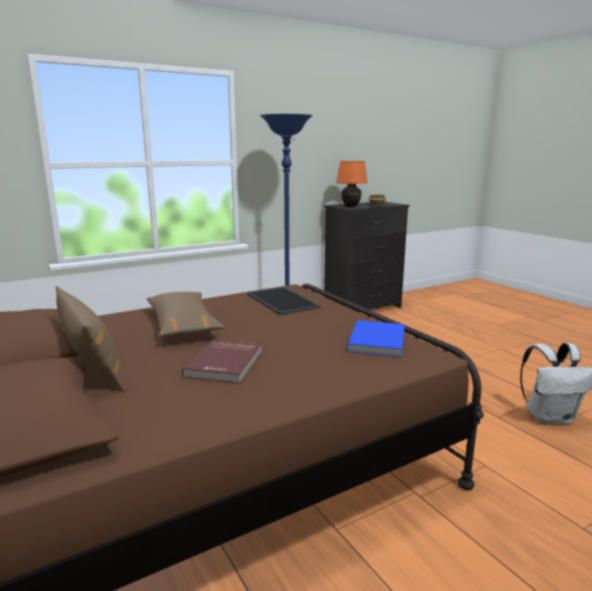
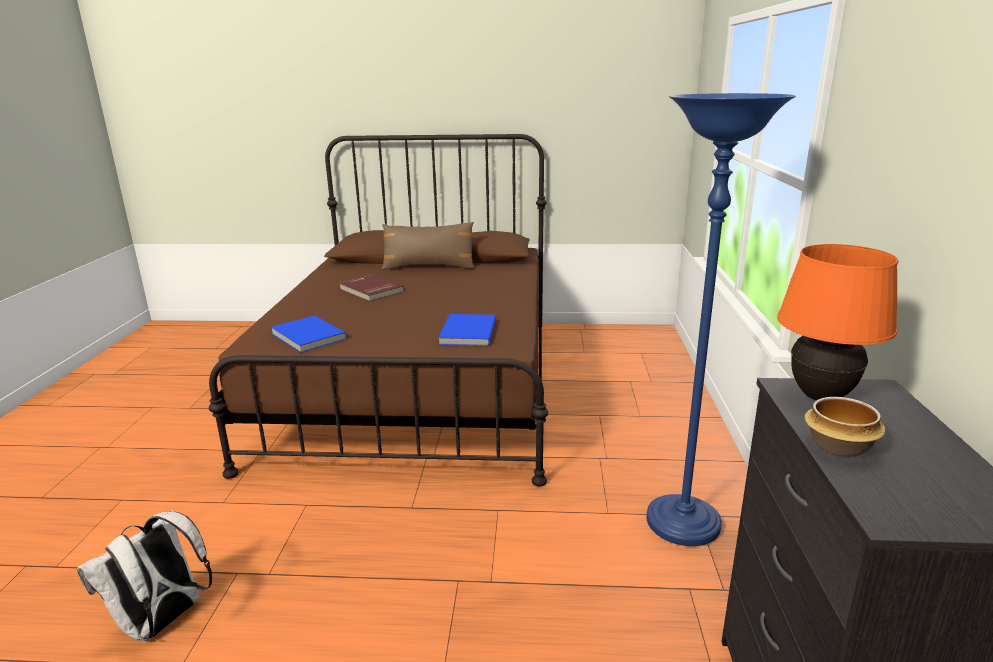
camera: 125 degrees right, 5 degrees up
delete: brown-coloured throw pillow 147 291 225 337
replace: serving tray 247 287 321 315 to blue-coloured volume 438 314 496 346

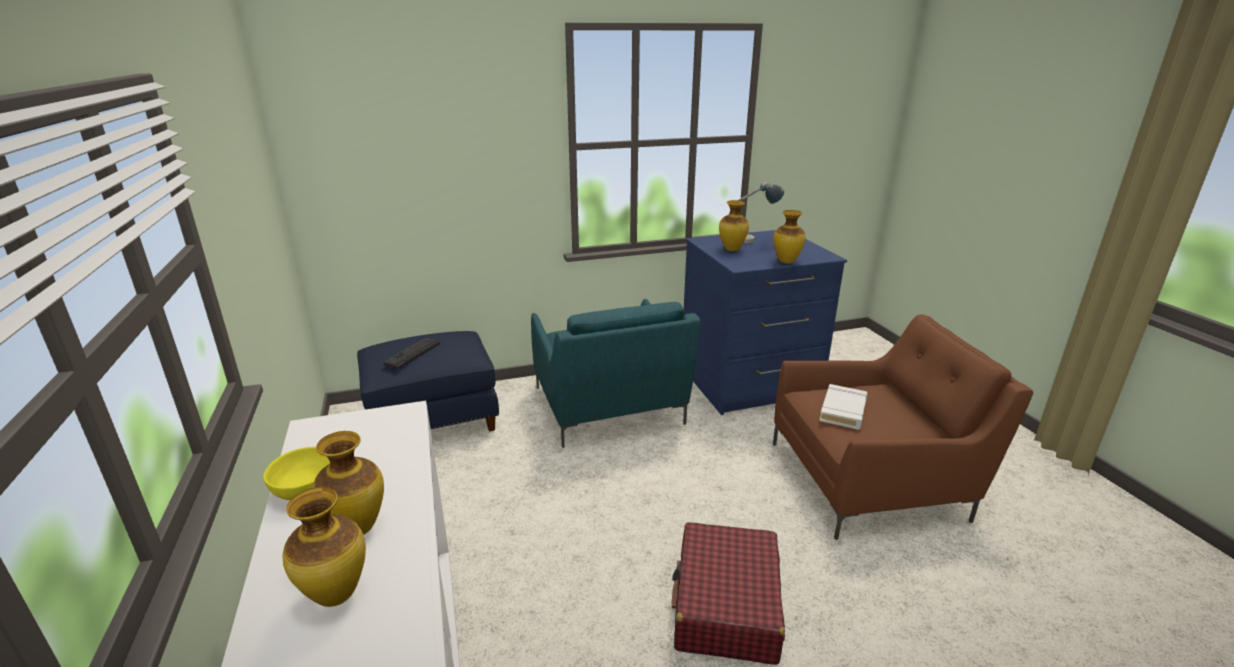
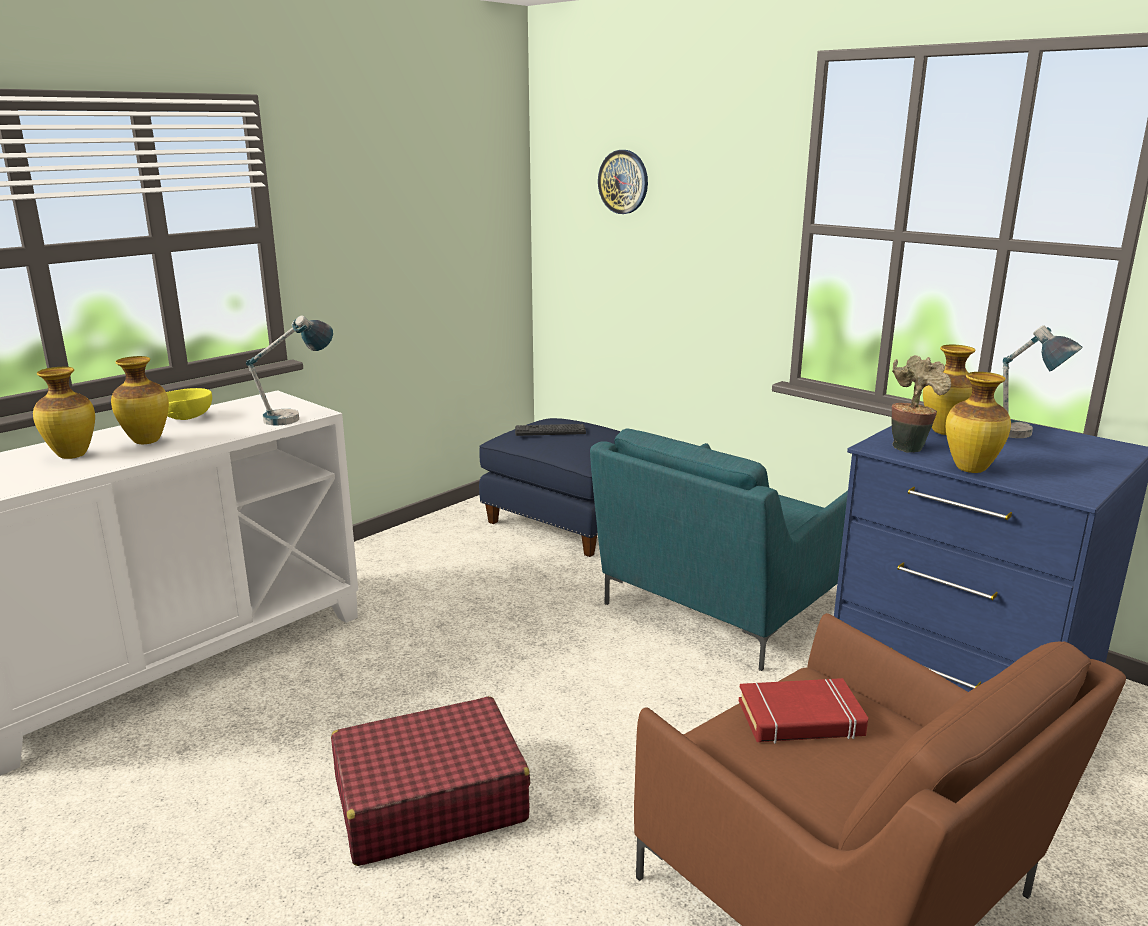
camera: 60 degrees right, 5 degrees down
insert: lamp for a table 246 315 333 425; clock on the wall 598 150 648 214; houseplant 891 355 951 452
recolor: whitish volume 819 384 868 430 to red-coloured volume 739 678 868 744

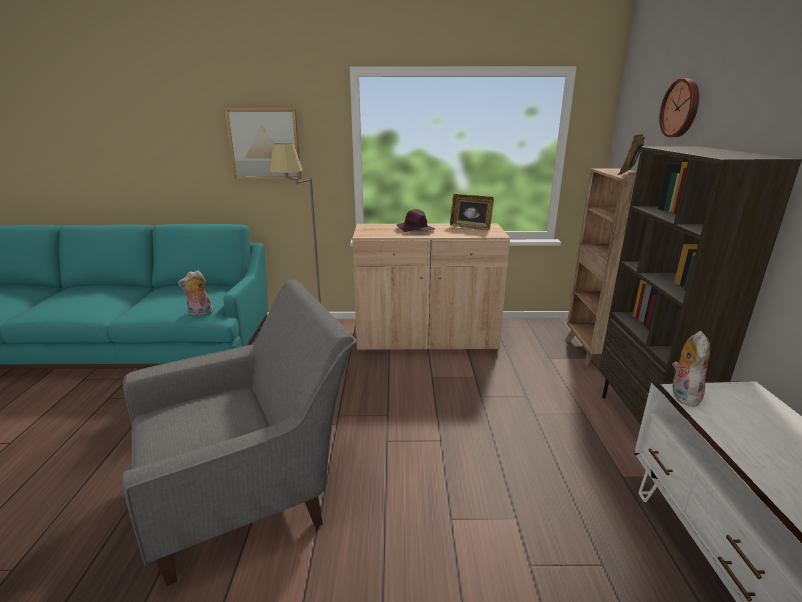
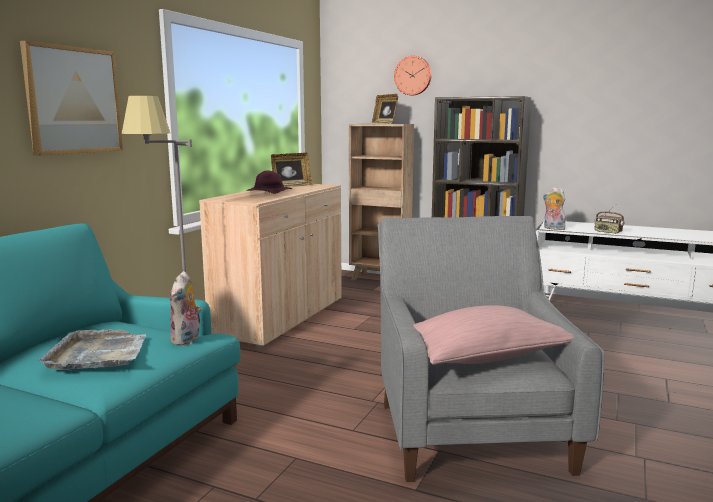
camera: 65 degrees left, 10 degrees down
insert: greyish serving tray 38 329 146 370; pinkish throw pillow 413 305 574 365; radio receiver 594 204 624 234

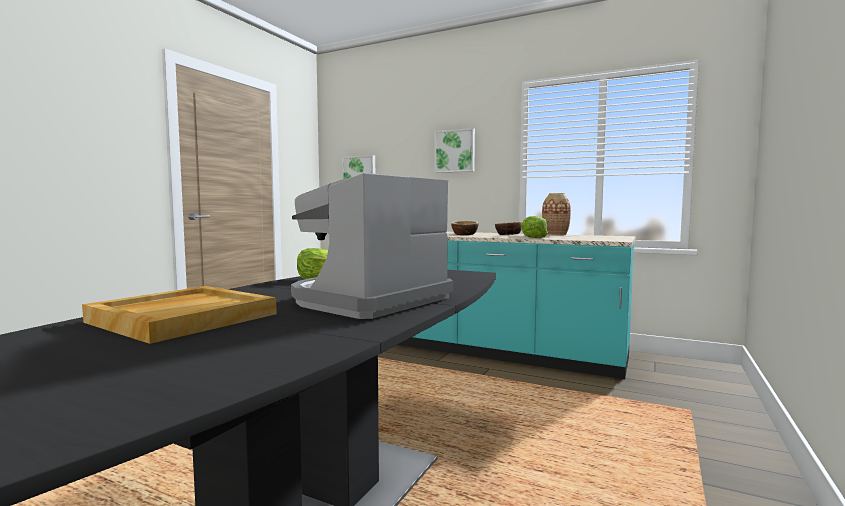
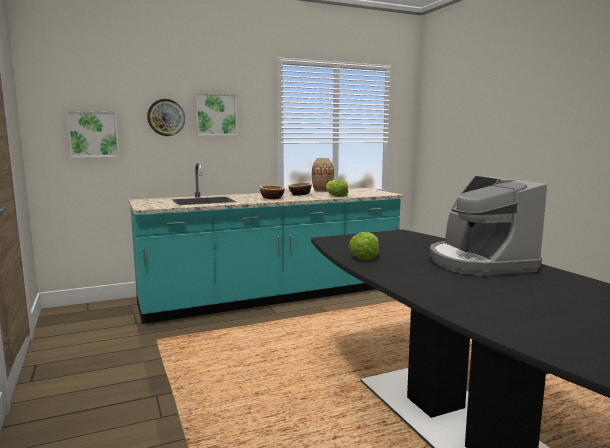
camera: 50 degrees left, 5 degrees up
delete: beige-coloured serving tray 82 286 277 344
insert: clock on the wall 147 99 185 136

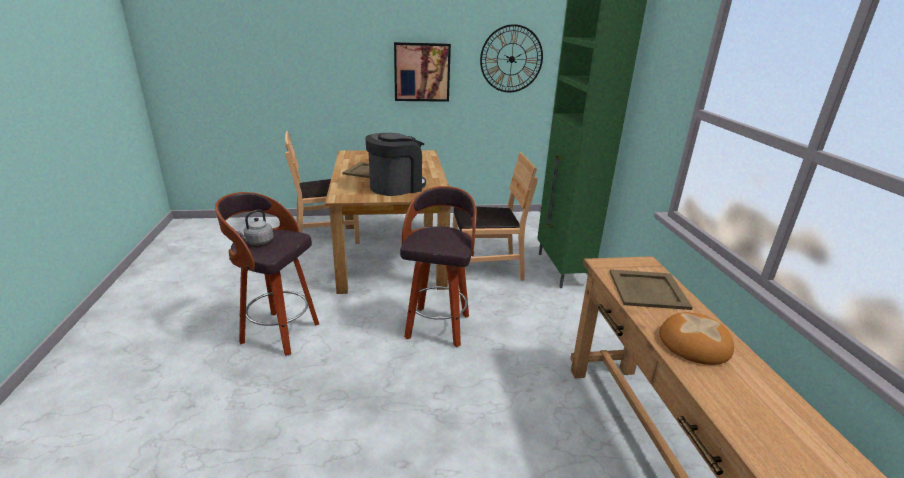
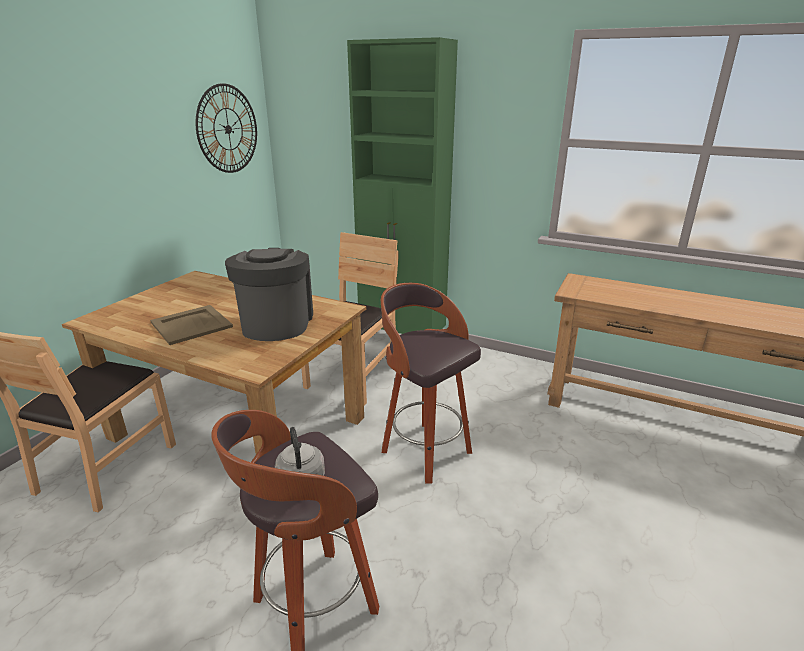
camera: 55 degrees left, 0 degrees up
delete: wall picture 394 42 451 102; beige-coloured serving tray 610 269 693 310; baked bread 659 312 734 365

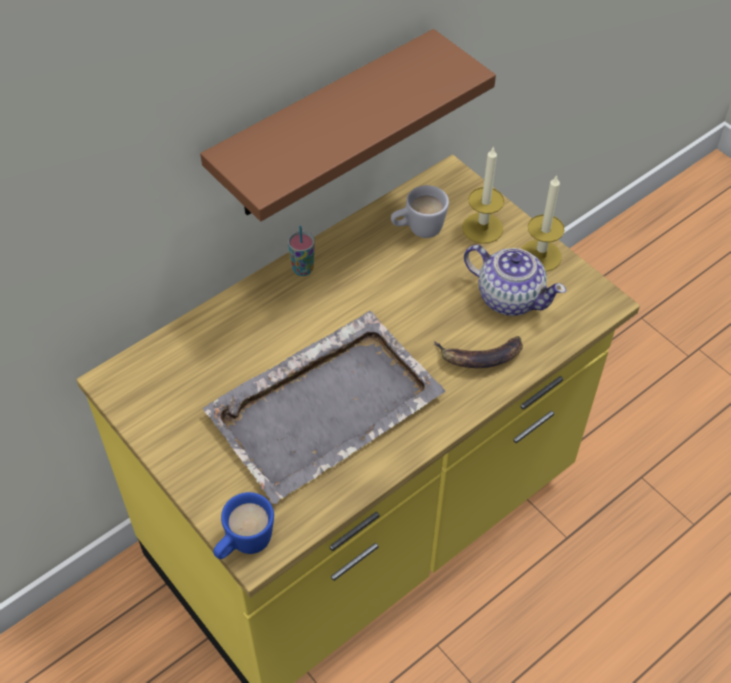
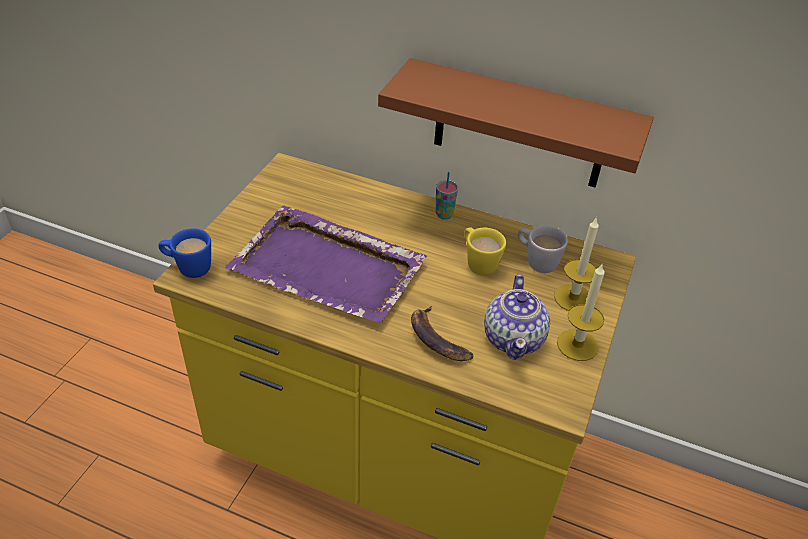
camera: 60 degrees right, 10 degrees down
insert: yellow-coloured tea mug 464 227 506 276
recolor: greyish serving tray 203 311 445 504 to purple-coloured serving tray 225 206 427 324

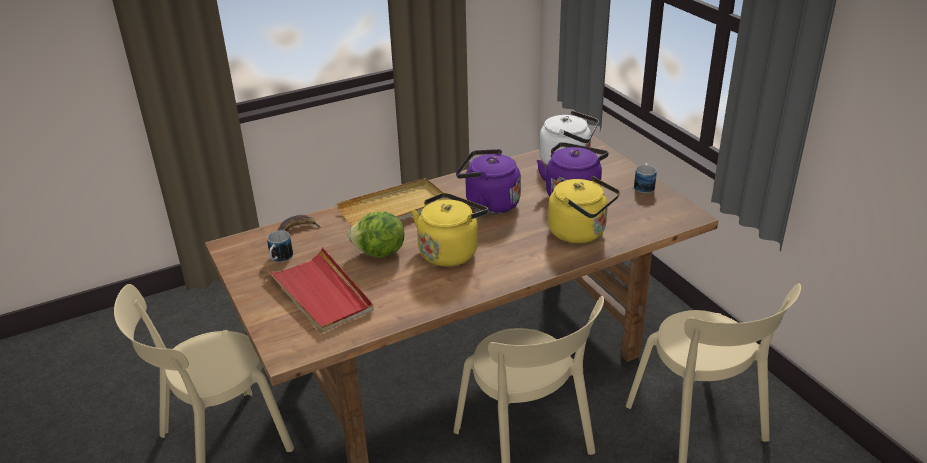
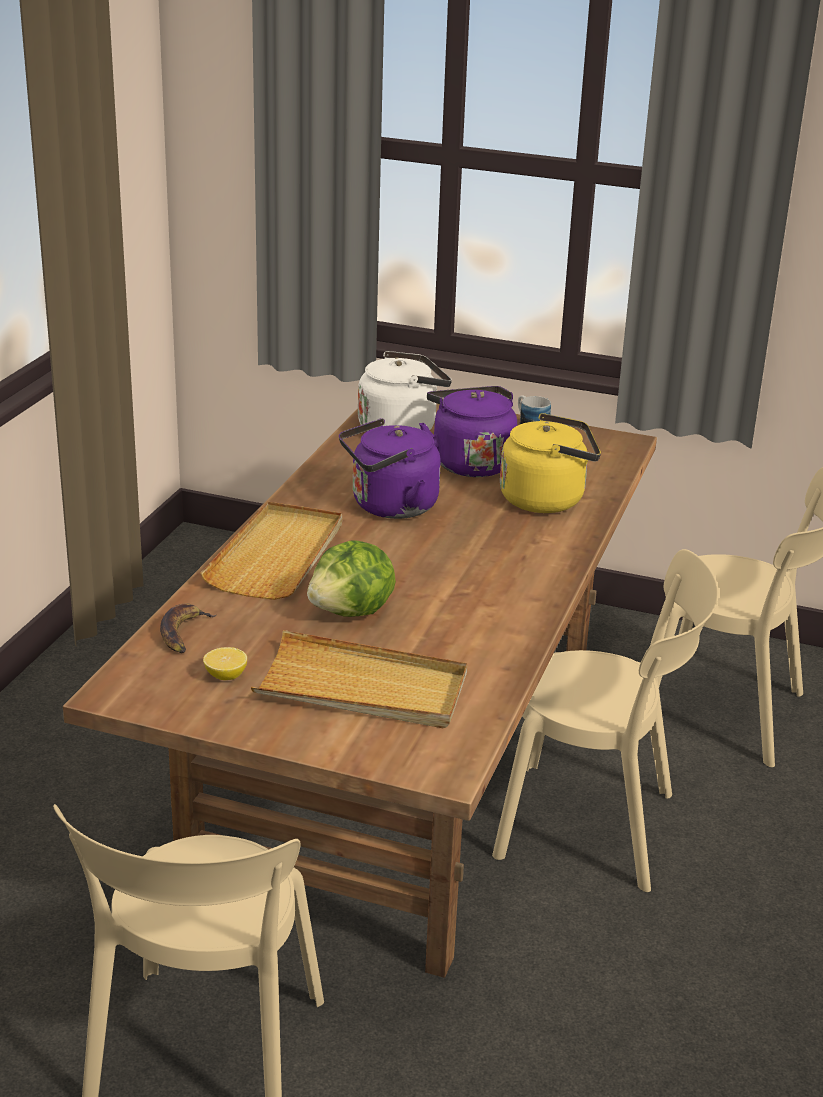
camera: 45 degrees left, 5 degrees down
delete: yellow-coloured kettle 412 193 488 267
replace: tea mug 267 230 293 262 to whole lemon 203 647 247 680
recolor: red-coloured serving tray 266 247 374 333 to beige-coloured serving tray 251 630 468 728

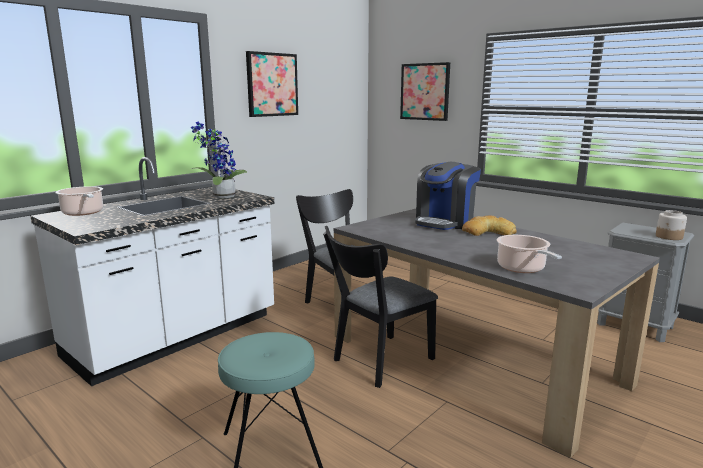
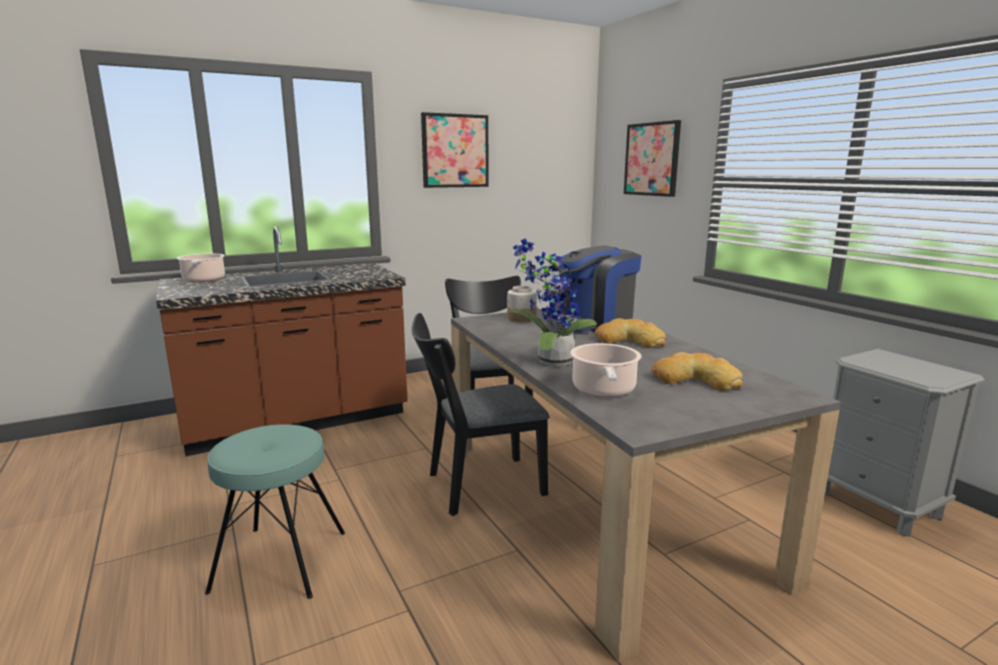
camera: 20 degrees right, 0 degrees up
insert: baked bread 651 352 743 391
move: houseplant 191 121 247 198 to 507 238 597 367; jar 656 210 687 240 to 507 286 537 322
recolor: whitish kitchen counter 30 157 274 386 to brown-coloured kitchen counter 156 226 408 457

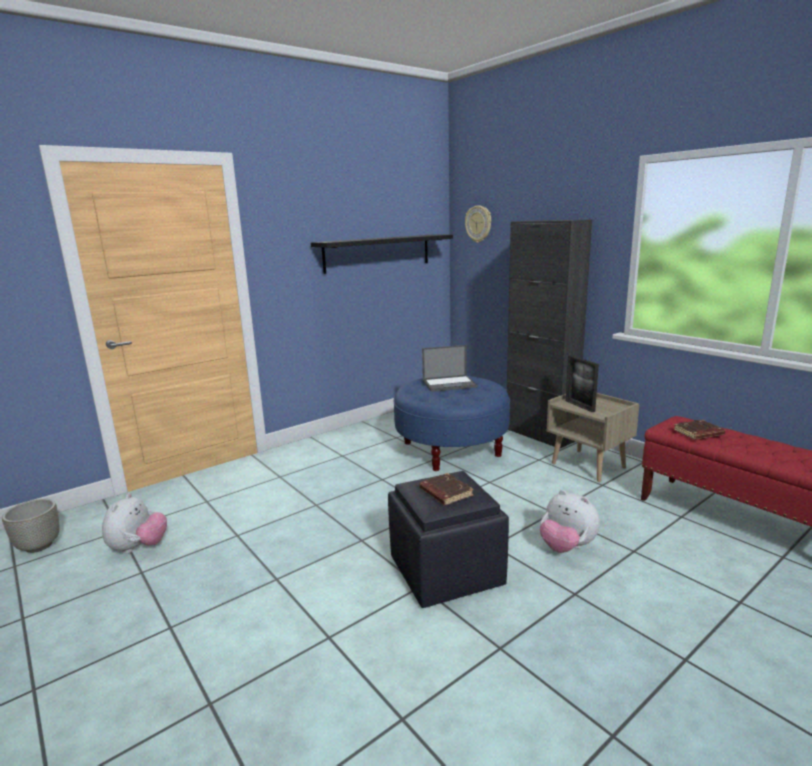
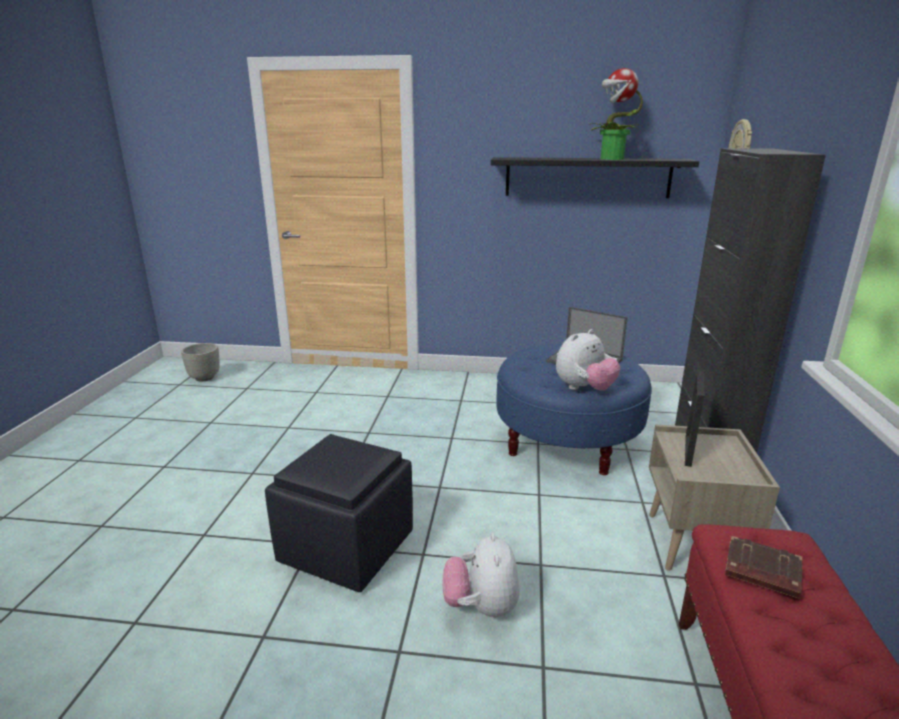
camera: 45 degrees right, 5 degrees up
delete: brown-coloured volume 420 473 474 505
insert: houseplant 588 68 643 160
move: soft toy 102 493 167 554 to 556 329 620 391

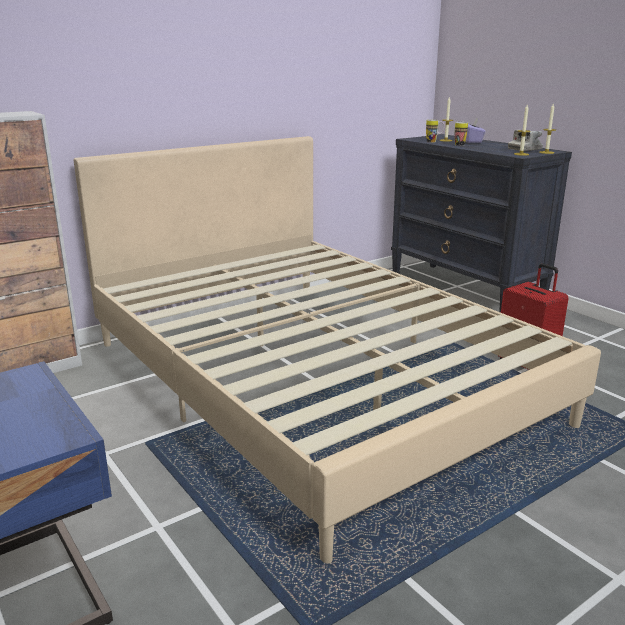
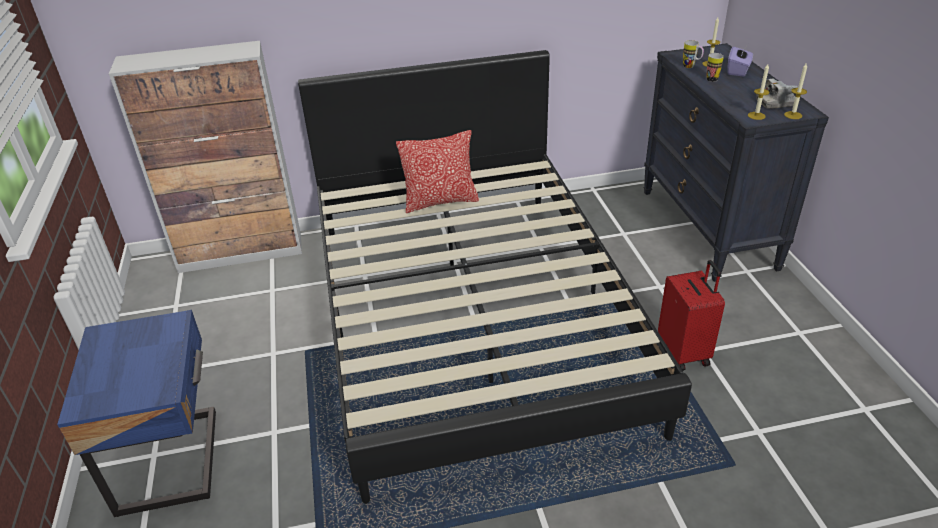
camera: 25 degrees right, 15 degrees up
insert: throw pillow 396 130 479 213
recolor: beige-coloured bedroom bed 74 136 601 564 to black-coloured bedroom bed 298 50 692 504

